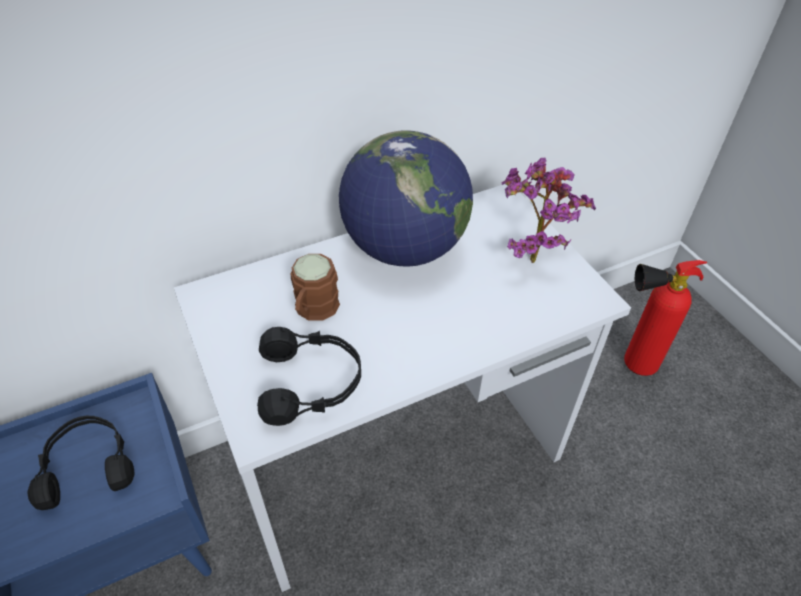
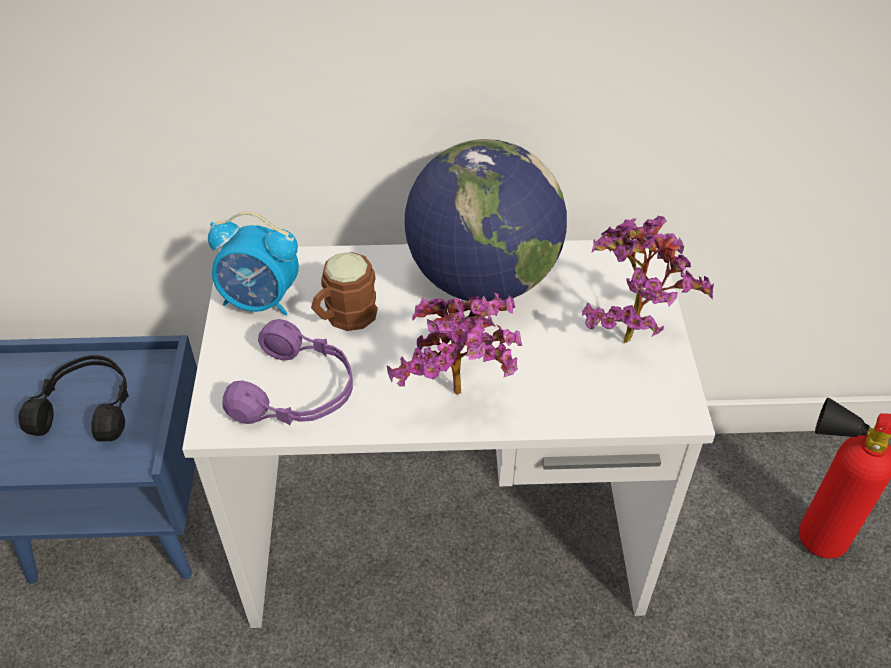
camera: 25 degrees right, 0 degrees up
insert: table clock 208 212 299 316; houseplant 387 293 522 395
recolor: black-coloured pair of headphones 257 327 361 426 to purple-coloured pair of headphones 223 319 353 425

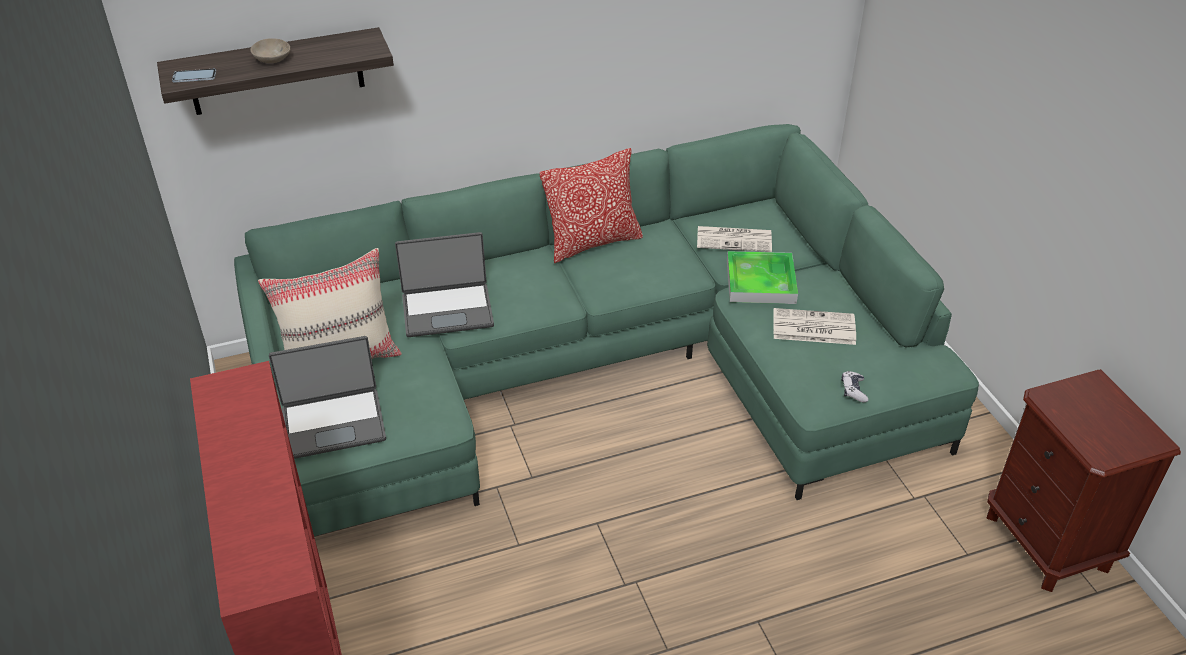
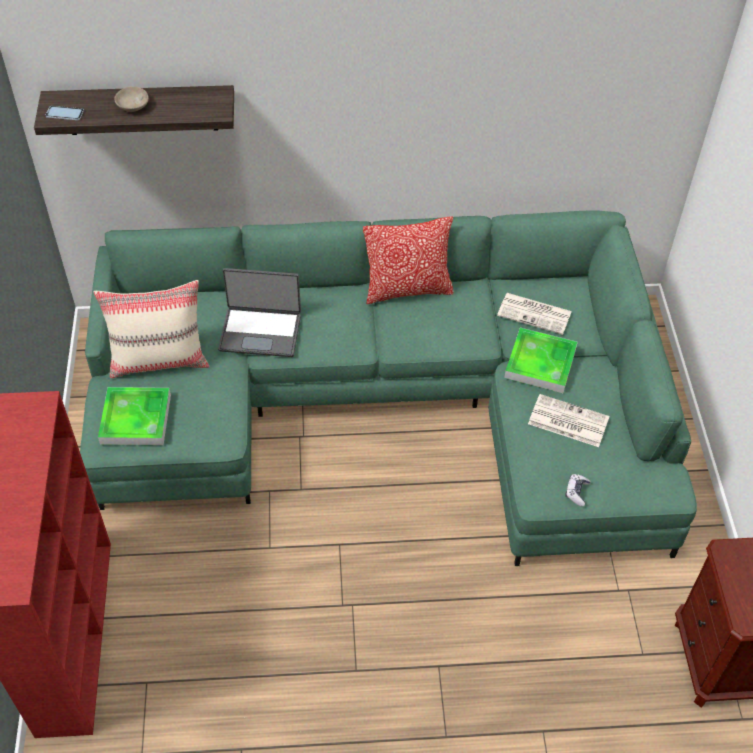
camera: 15 degrees right, 10 degrees up
replace: portable computer 269 336 386 459 to serving tray 98 387 171 445

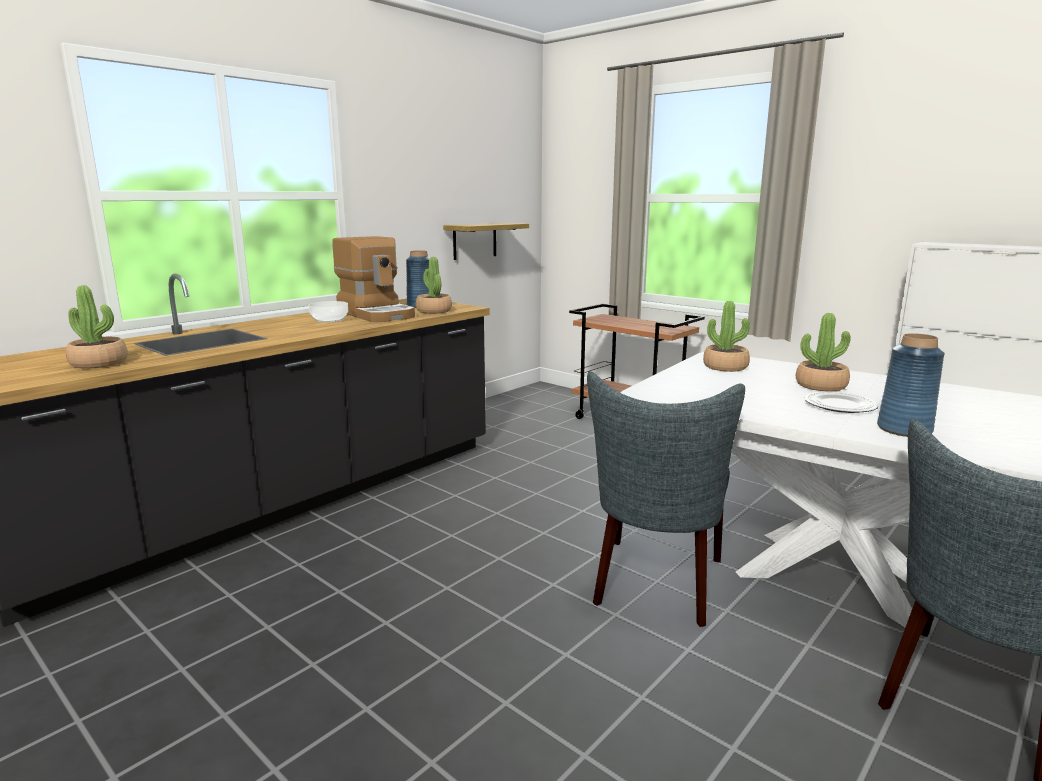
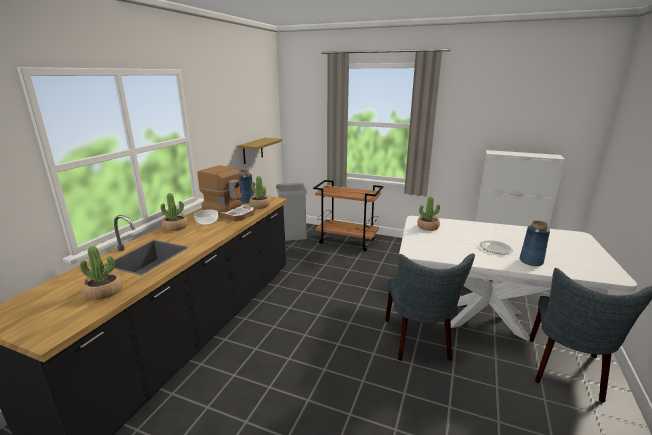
camera: 20 degrees left, 5 degrees up
insert: greyish trash can 276 183 307 241
move: houseplant 796 313 851 391 to 161 193 188 231

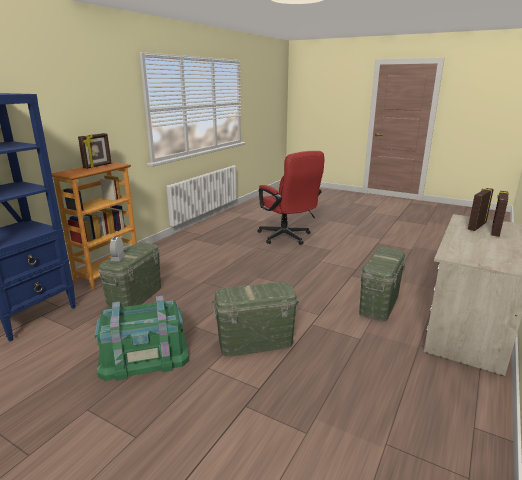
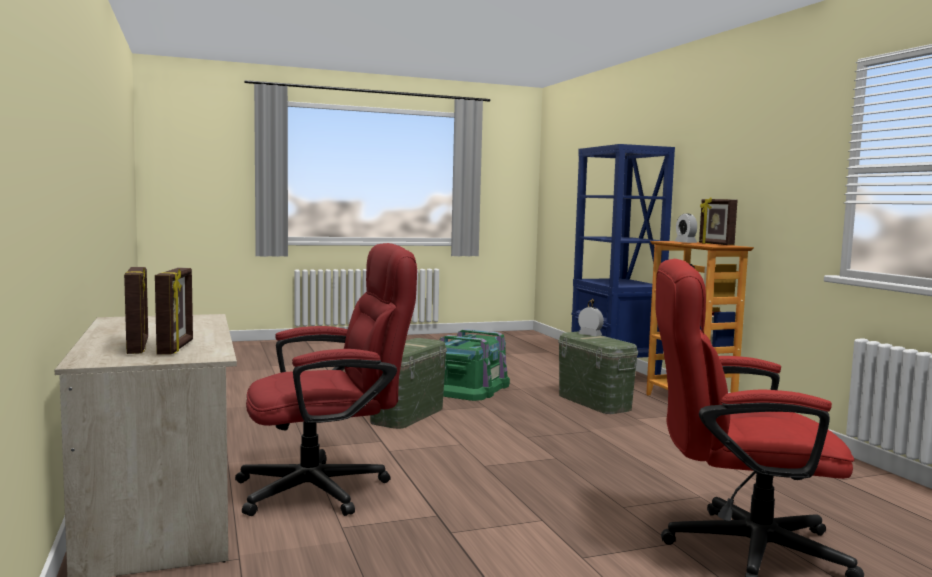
camera: 130 degrees right, 15 degrees down
insert: table clock 675 213 697 243
replace: green storage box 359 247 405 322 to red-coloured computer chair 235 243 417 516

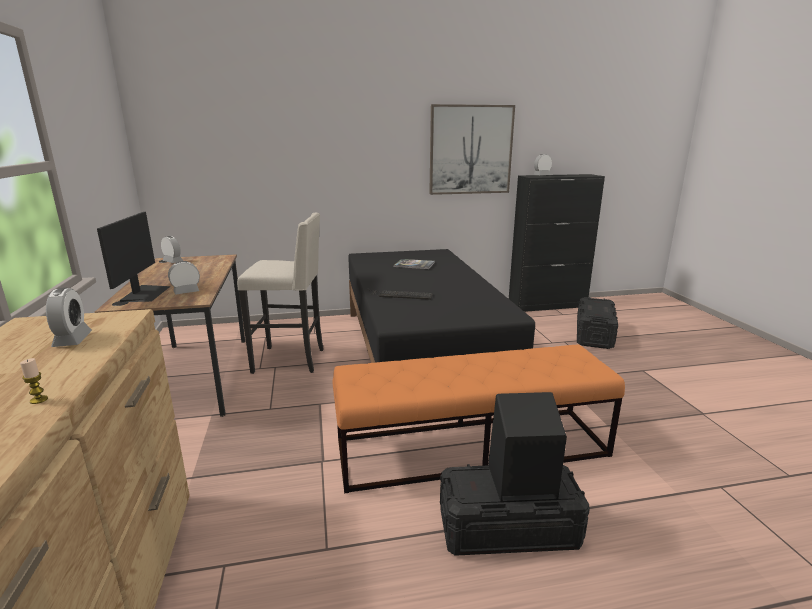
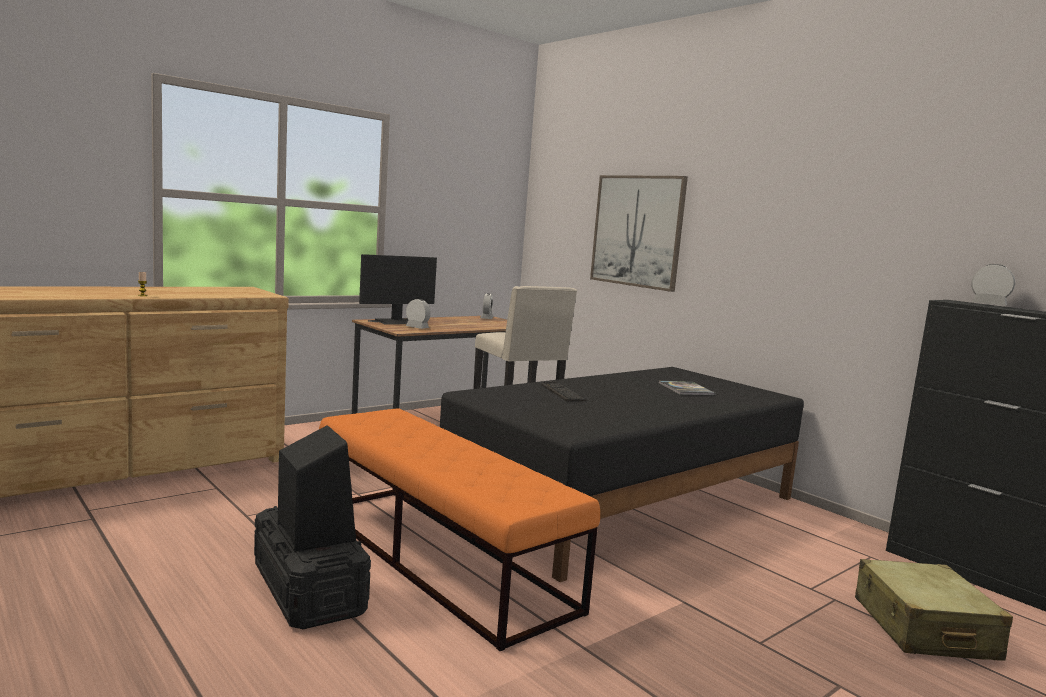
camera: 60 degrees right, 10 degrees down
delete: table clock 46 287 92 347
move: wall picture 429 104 515 195 to 590 175 688 292
replace: black-coloured storage box 577 297 618 349 to beige-coloured travel case 855 559 1013 661

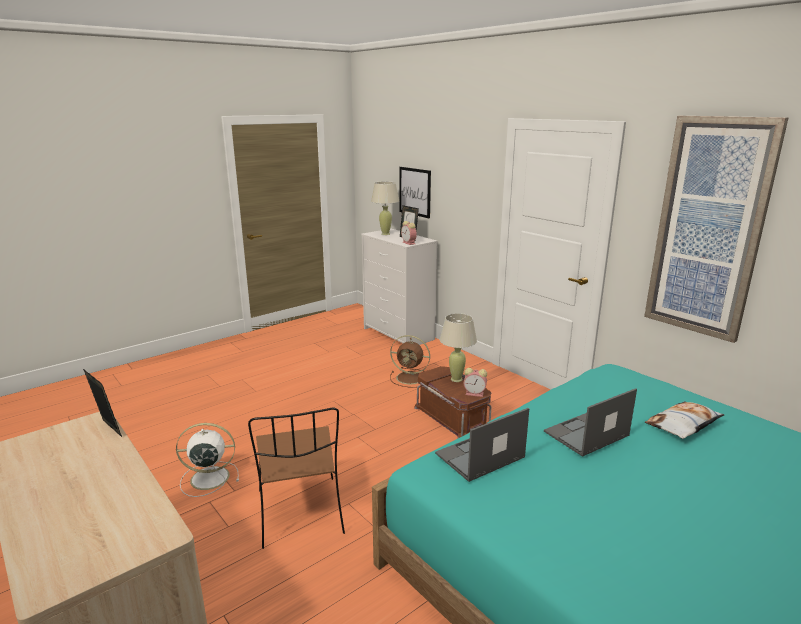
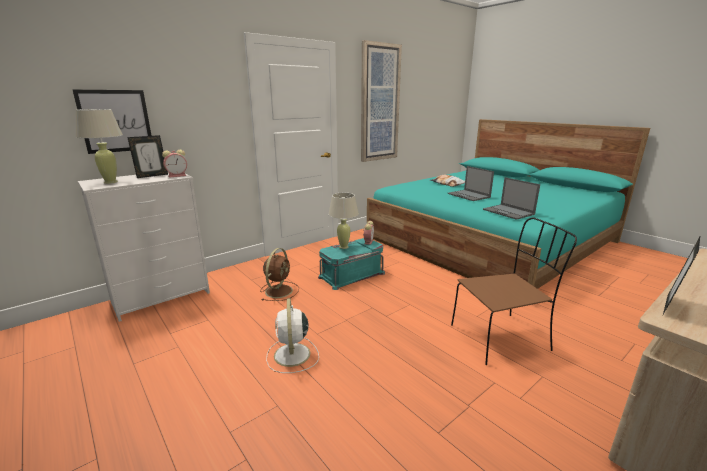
camera: 90 degrees left, 0 degrees up
move: whitish cooling fan 176 423 239 497 to 266 298 319 373
recolor: brown-coloured storage box 414 366 491 438 to turquoise-coloured storage box 318 238 385 290

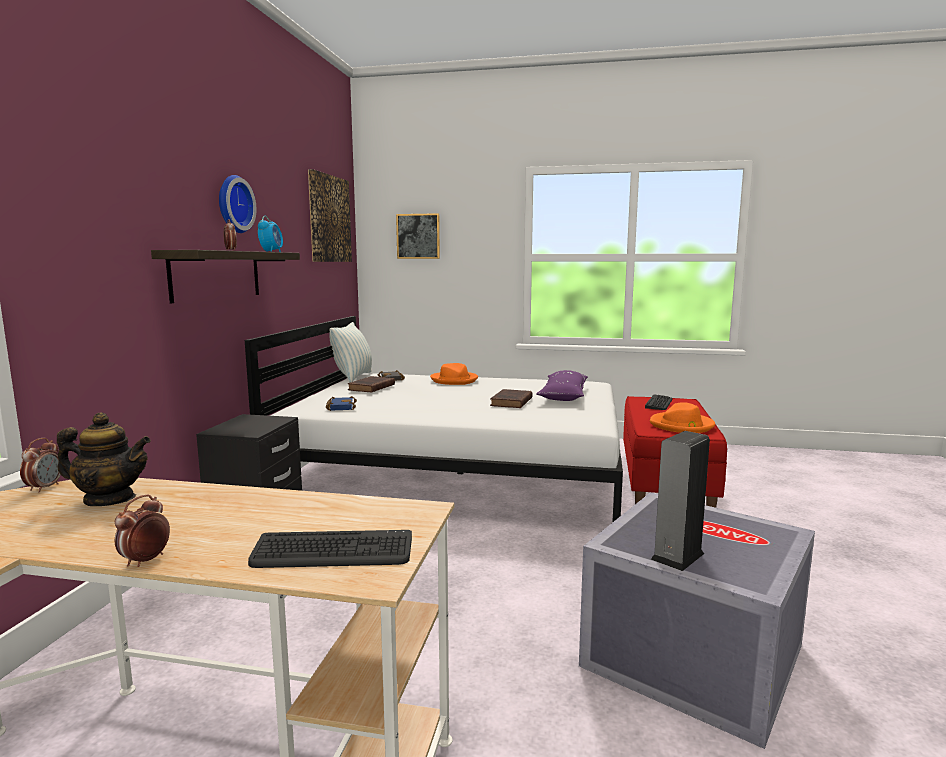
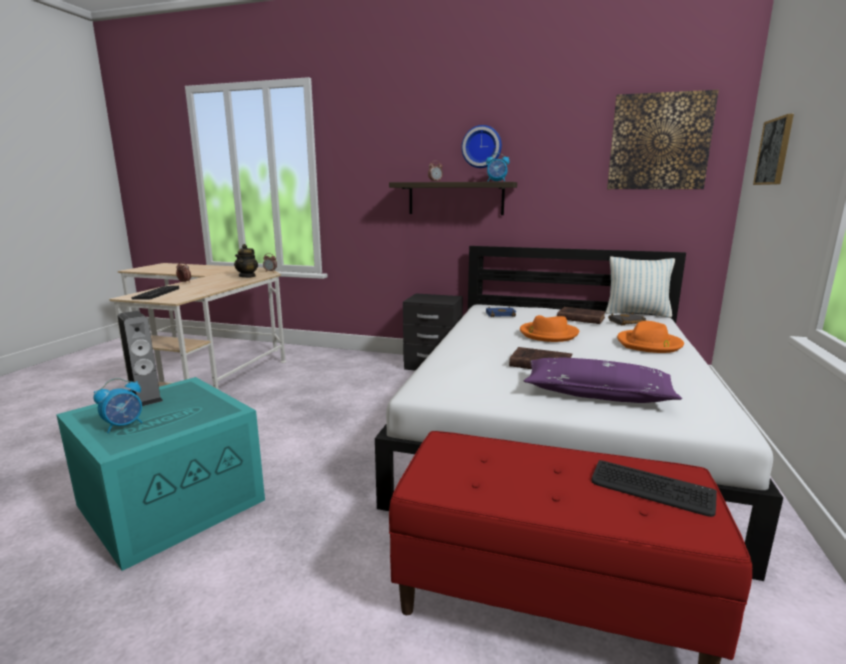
camera: 95 degrees right, 5 degrees up
insert: table clock 93 378 143 433
move: orange-coloured hat 650 402 715 433 to 520 315 579 342
recolor: greyish storage box 579 492 815 749 to turquoise-coloured storage box 56 377 265 571

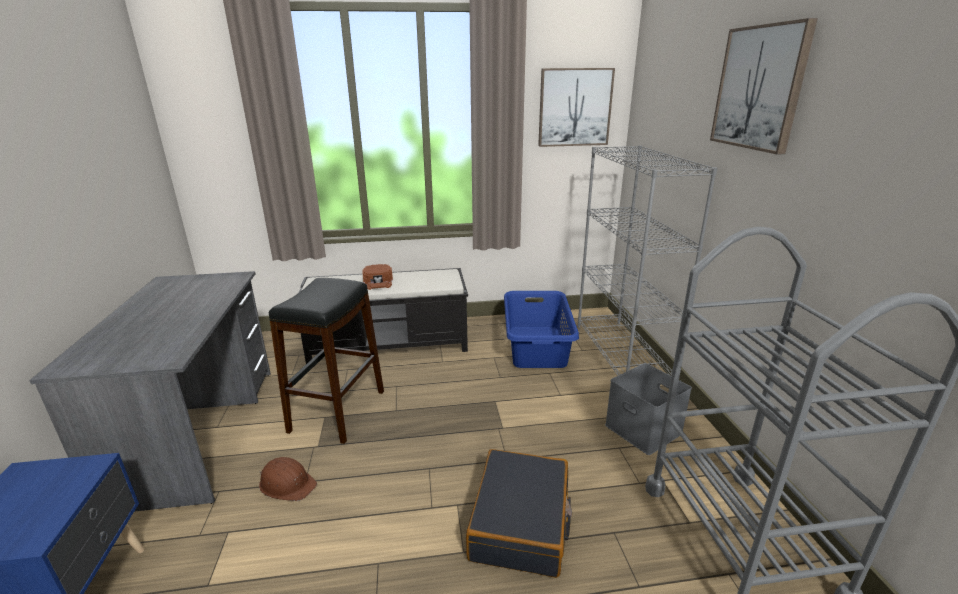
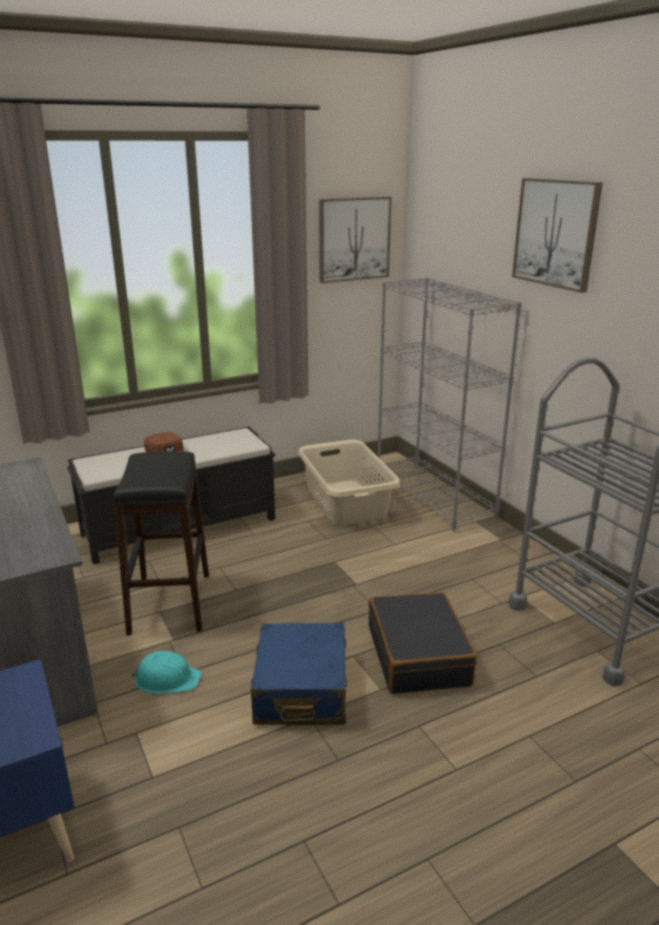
camera: 20 degrees left, 0 degrees up
delete: greyish storage box 605 363 692 455
insert: blue-coloured travel case 251 623 347 725
recolor: brown-coloured work helmet 259 457 317 501 to turquoise-coloured work helmet 131 651 201 694; blue-coloured washing basket 504 291 579 368 to beige-coloured washing basket 298 440 400 526

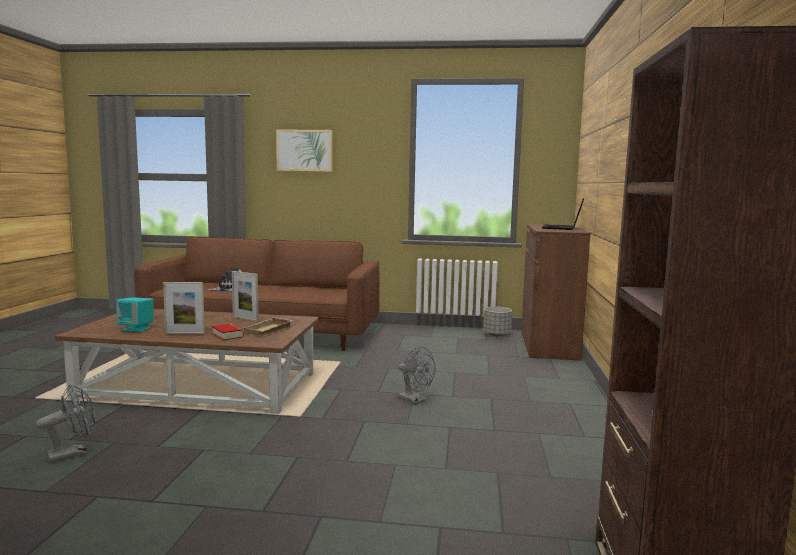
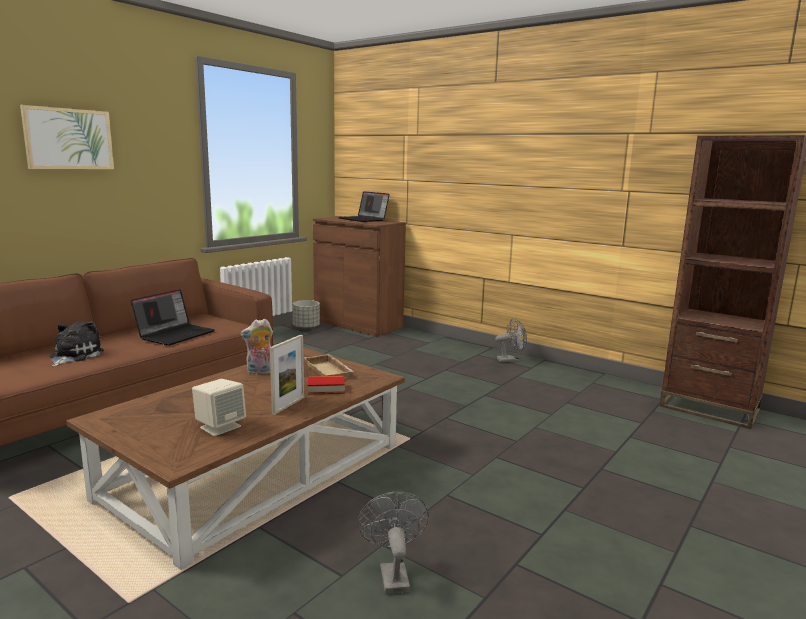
camera: 60 degrees left, 5 degrees up
insert: portable computer 131 289 215 346
move: greyish cooling fan 398 347 436 404 to 495 318 527 362
replace: standing frame 232 271 259 322 to soft toy 240 318 273 375
recolor: turquoise-coloured audio speaker 116 297 154 332 to beige-coloured audio speaker 192 379 246 436

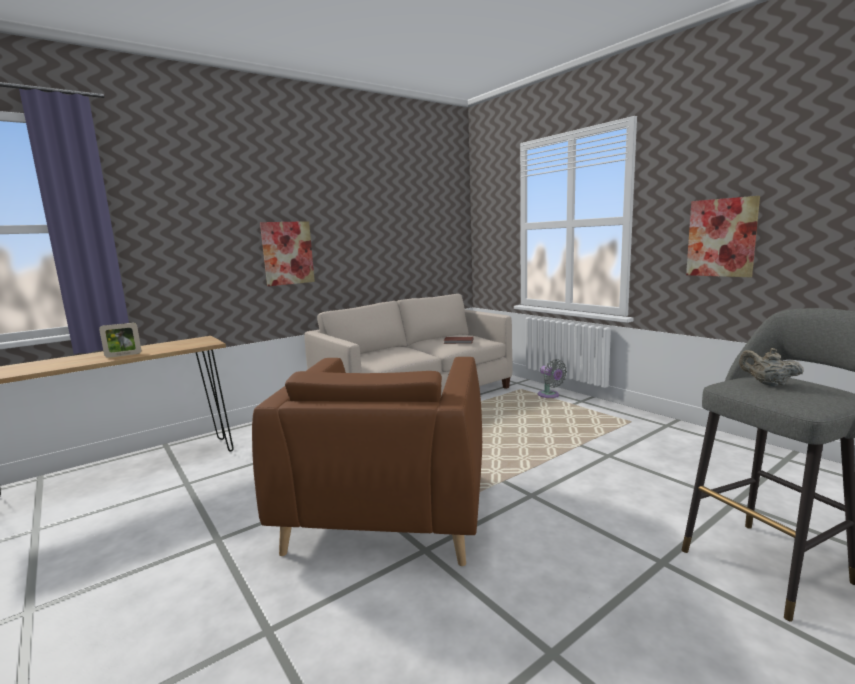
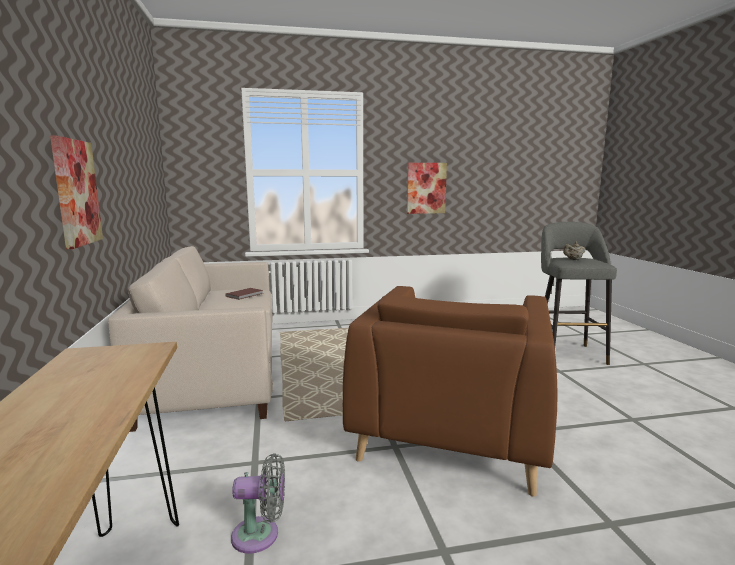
camera: 65 degrees left, 0 degrees up
delete: standing frame 99 323 141 358
move: greyish cooling fan 538 359 567 398 to 231 453 285 554
rotate: brown-coloured lounge chair 252 357 482 566 = 343 286 558 497 75 degrees clockwise

